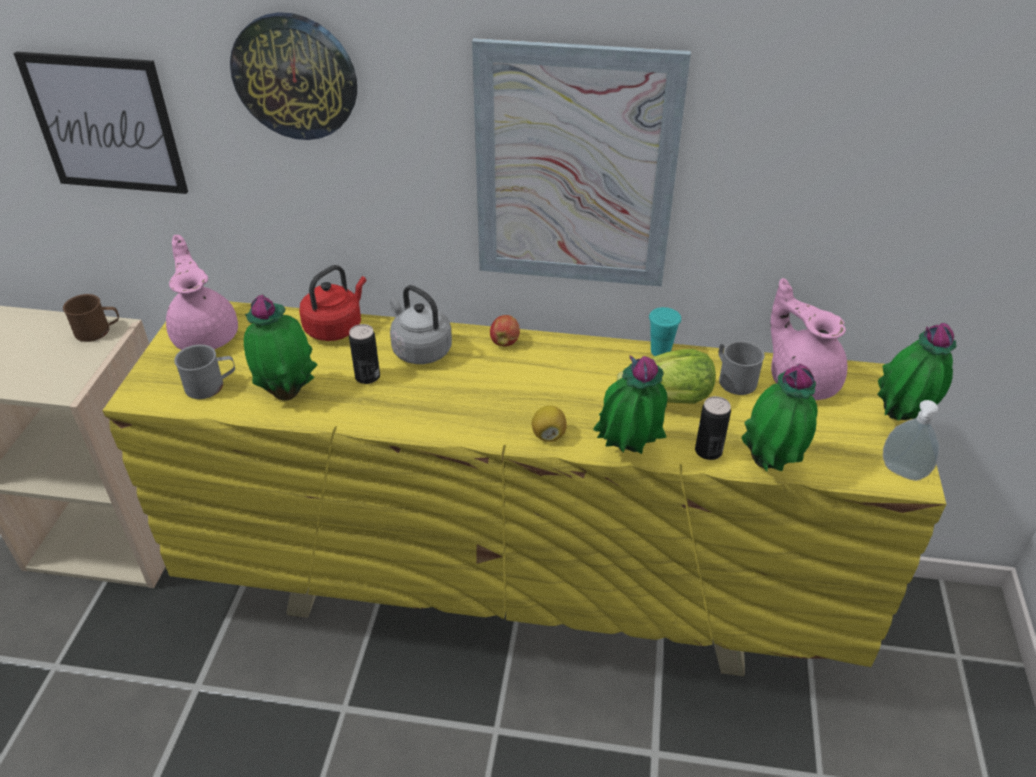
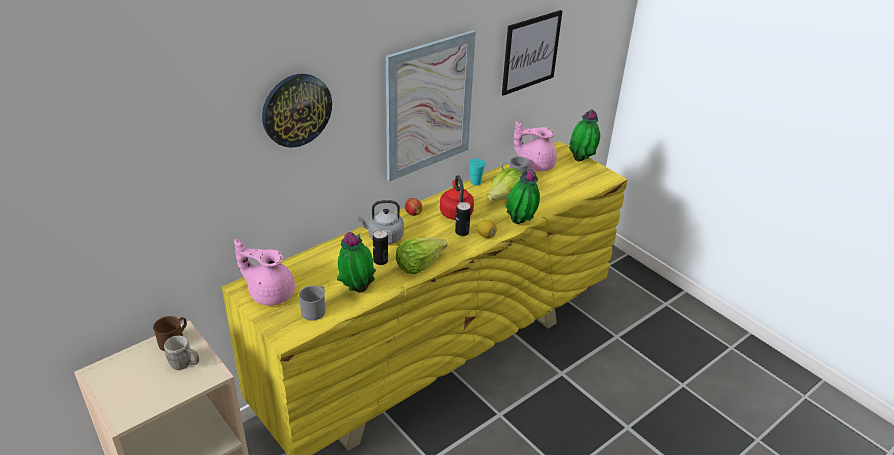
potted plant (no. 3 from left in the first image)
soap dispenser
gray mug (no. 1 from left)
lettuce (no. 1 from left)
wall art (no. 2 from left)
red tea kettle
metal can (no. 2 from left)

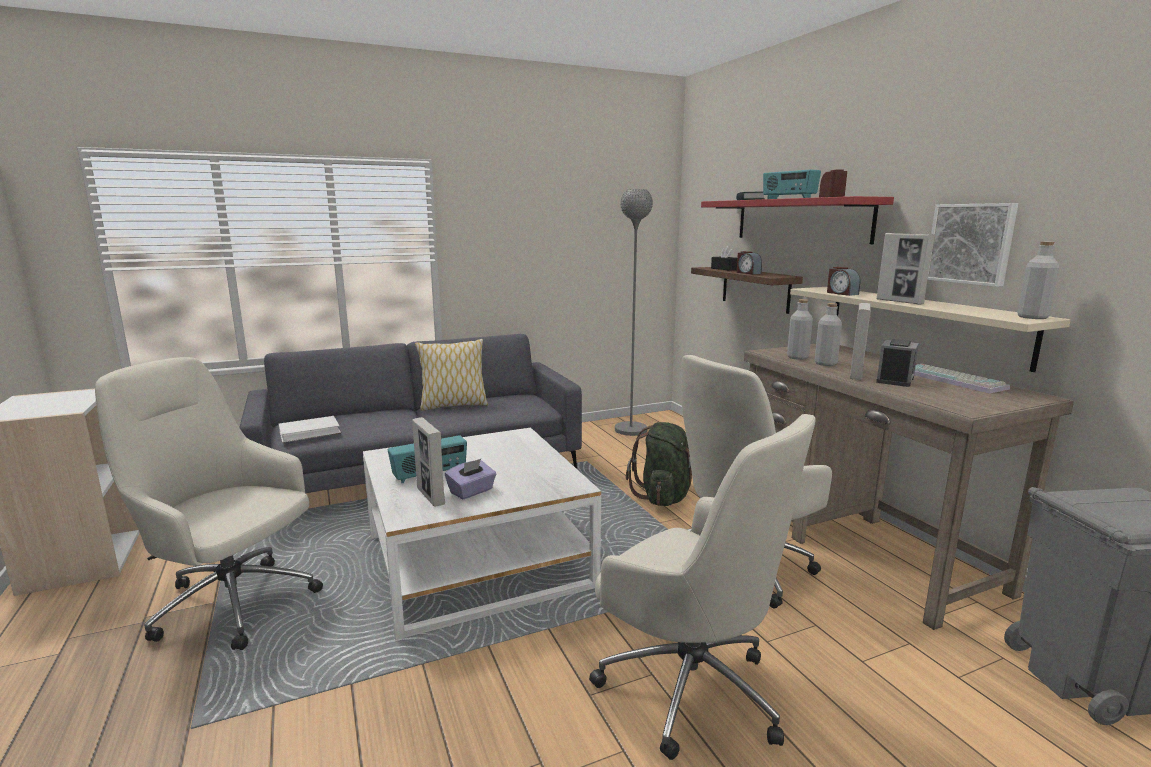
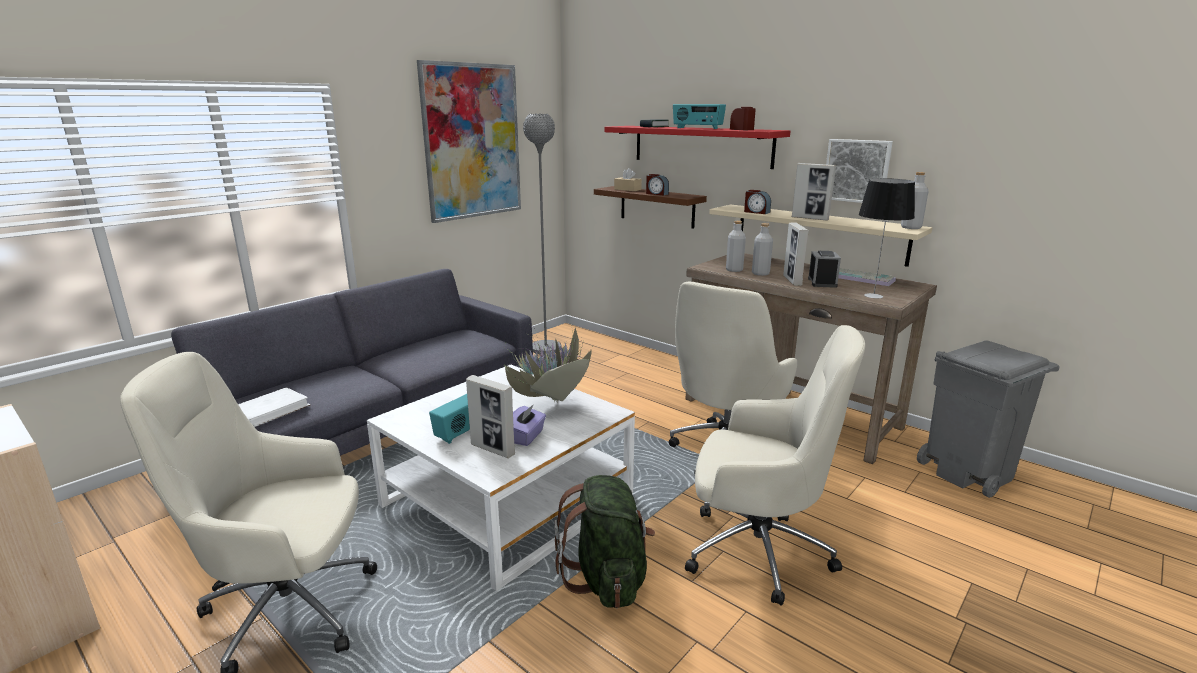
pillow
wall art (no. 1 from left)
potted plant
tabletop lamp
green rucksack
beige-coloured box of tissues

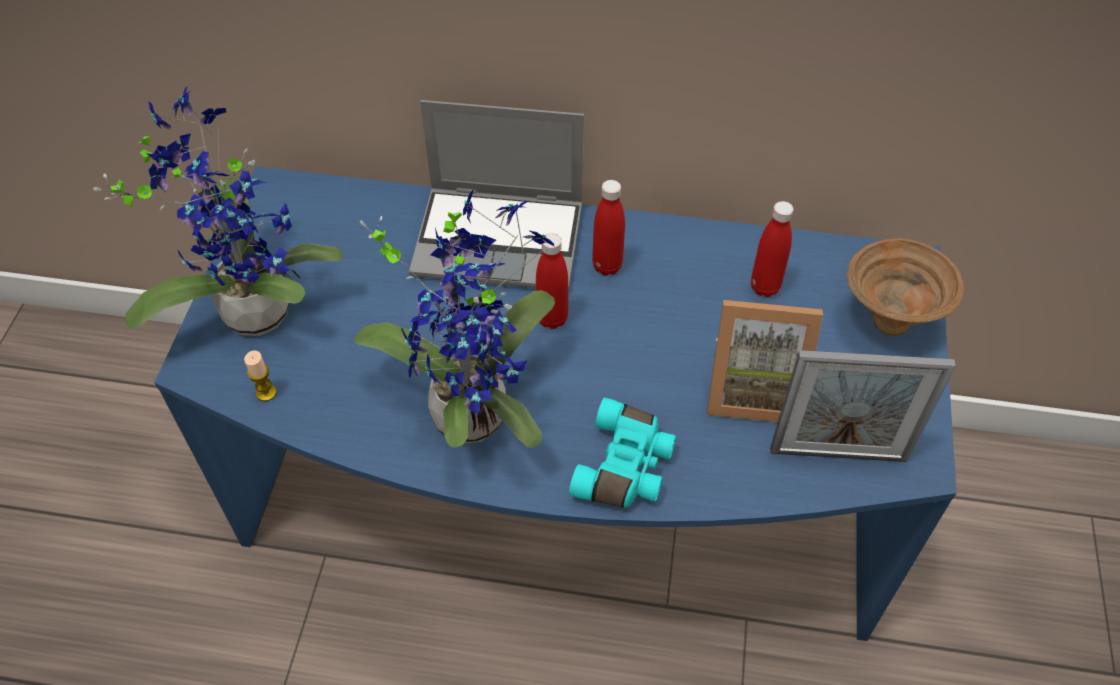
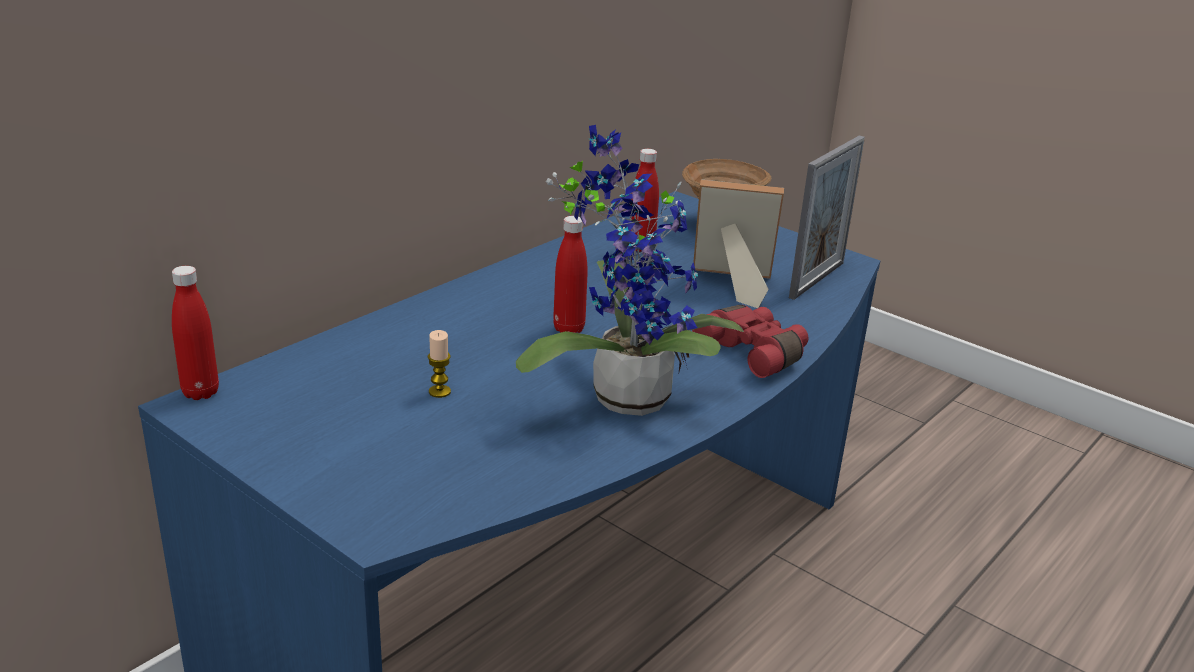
potted plant (no. 1 from left in the first image)
notebook computer
wax candle
red beverage bottle (no. 1 from left)
red binoculars
standing frame (no. 1 from left)

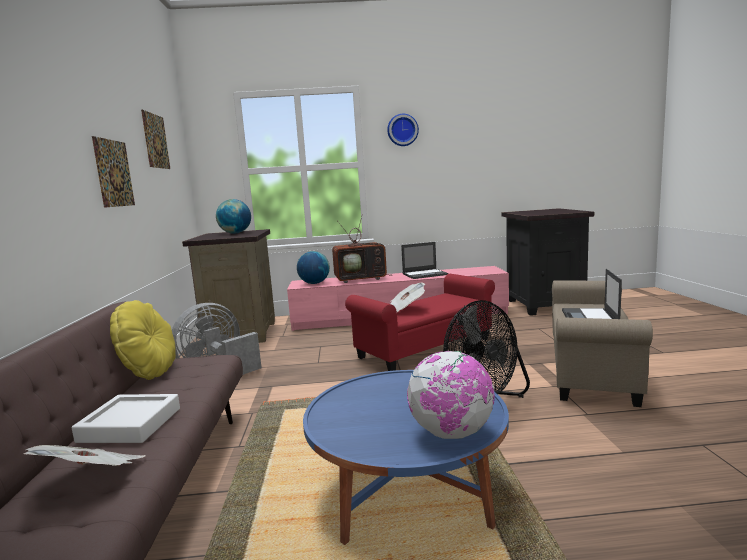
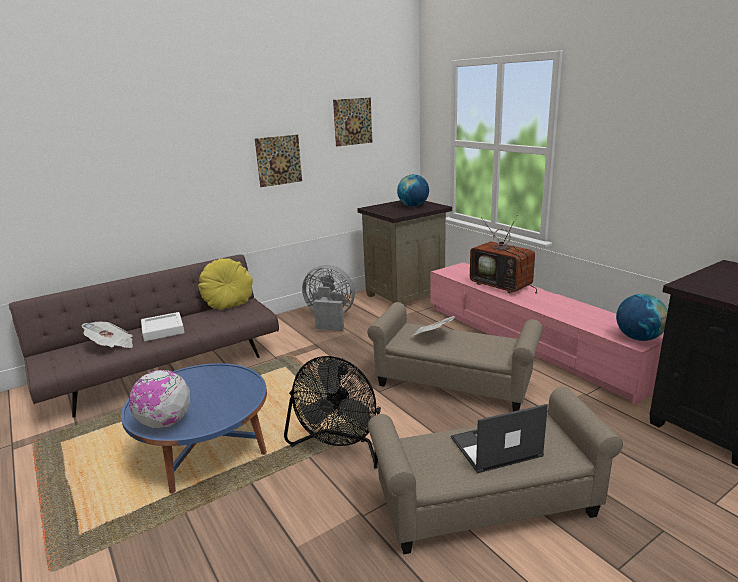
wall clock
notebook computer (no. 1 from left in the first image)
globe (no. 3 from left)
beige-coloured pouffe (no. 1 from left)

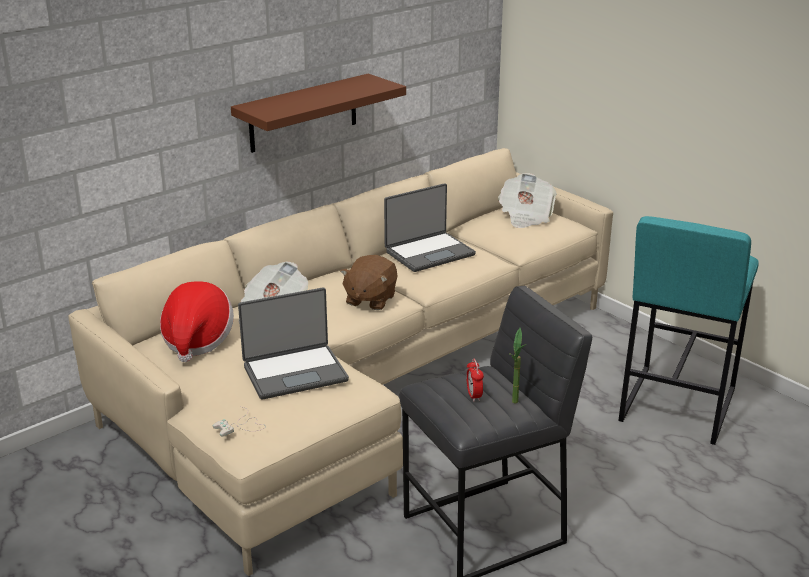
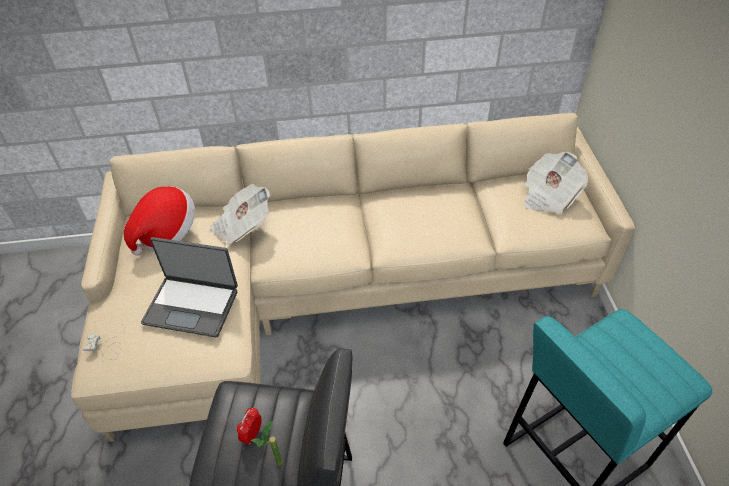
brown wall shelf
brown plush toy
notebook computer (no. 2 from left in the first image)

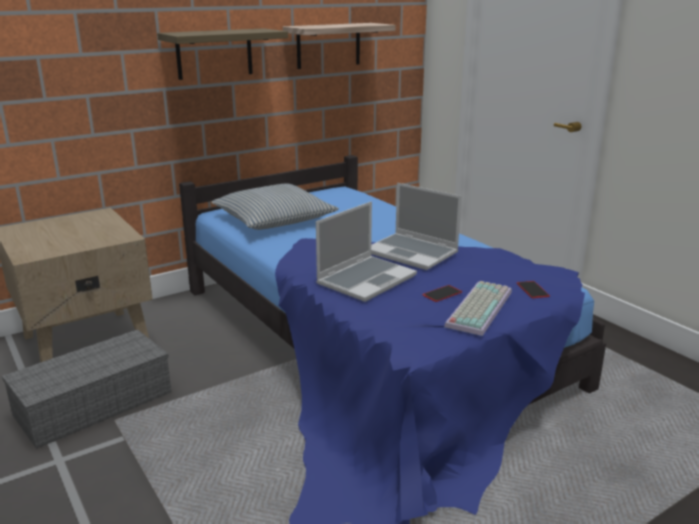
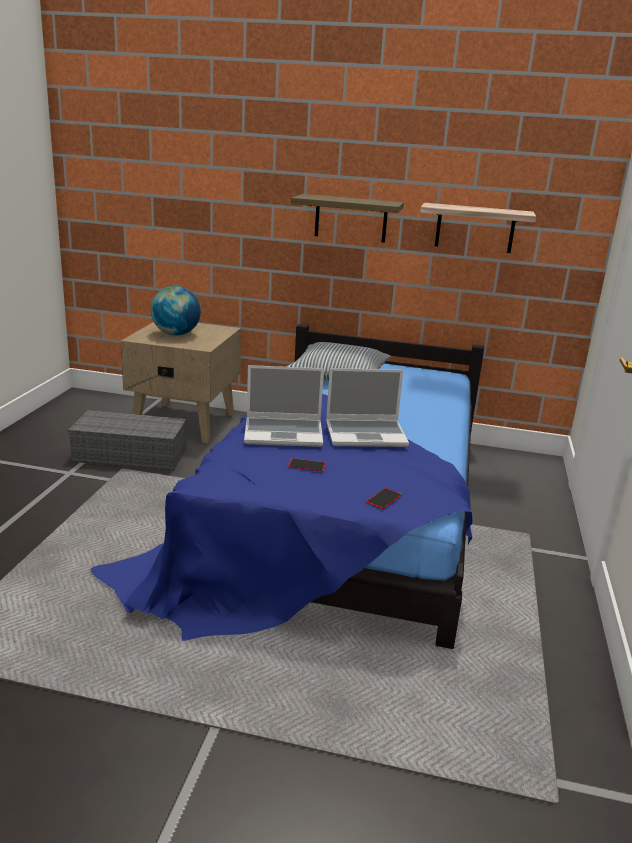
PC keyboard
globe
notebook computer (no. 2 from left)

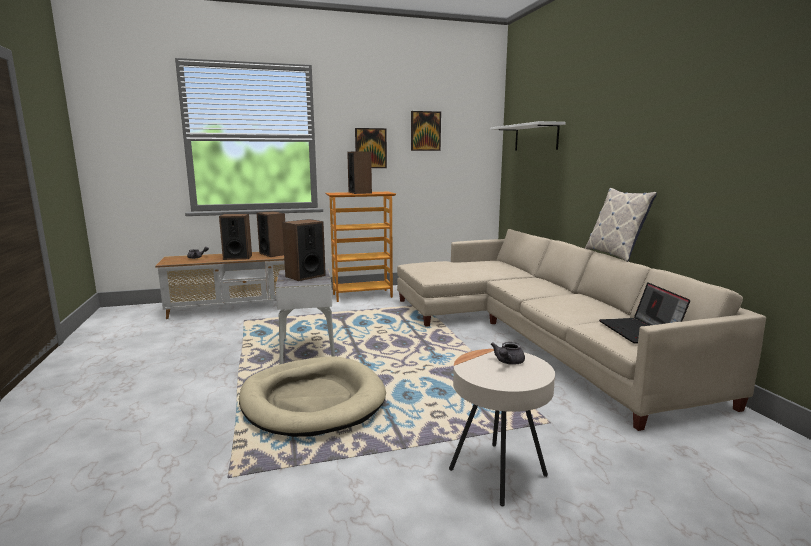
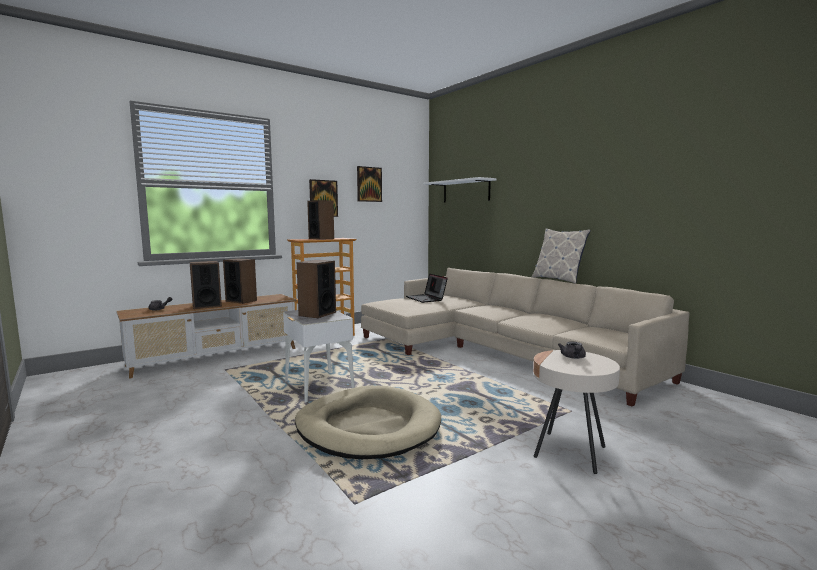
notebook computer

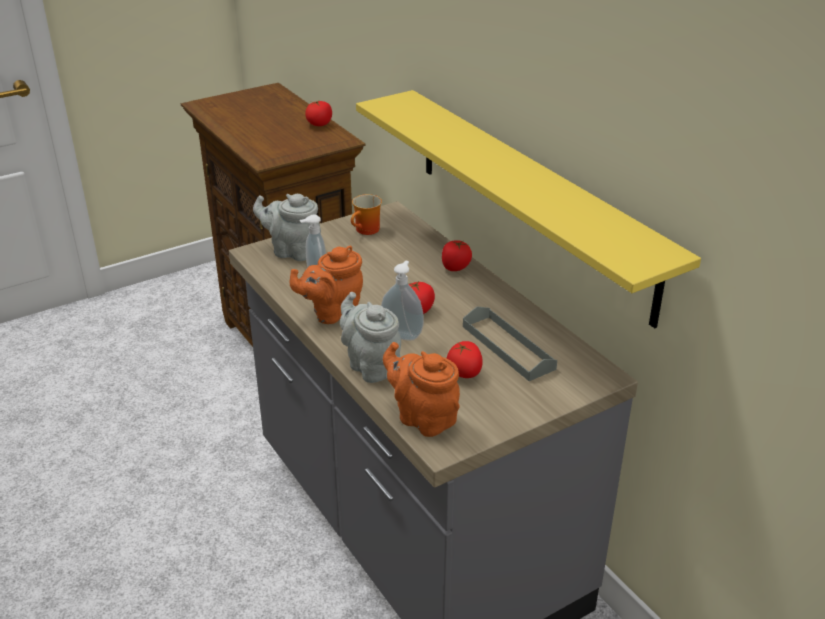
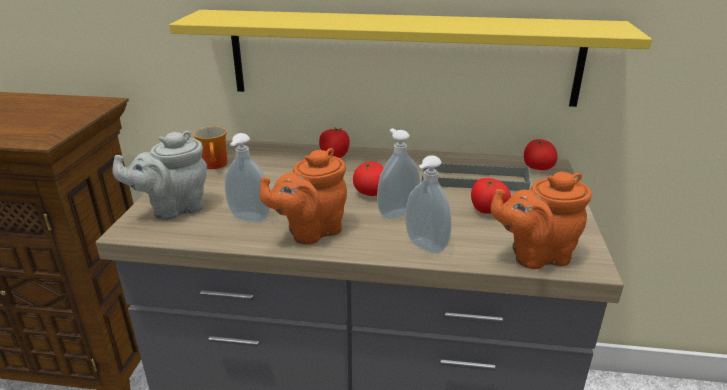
whole tomato (no. 4 from left)
soap dispenser (no. 3 from left)
orange teapot (no. 1 from left)

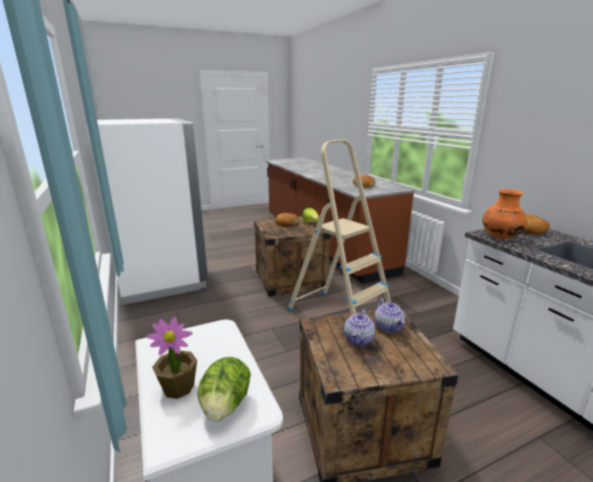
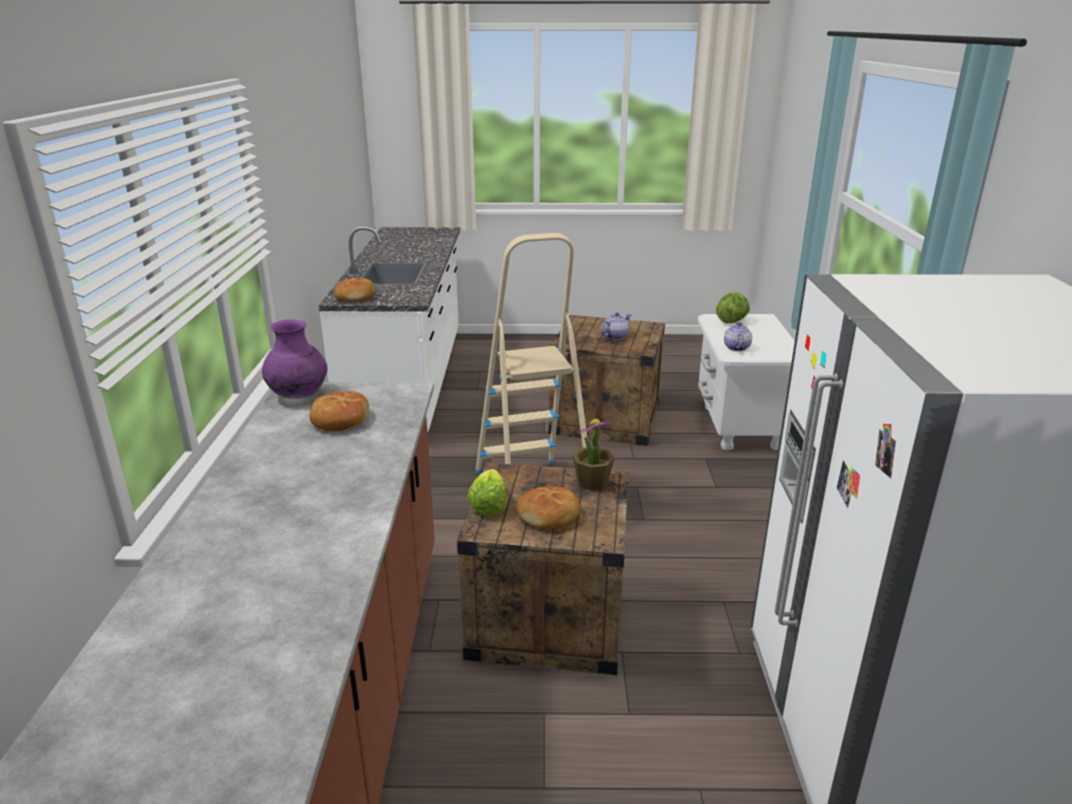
orange flower vase
purple flower vase
potted plant
teapot (no. 2 from left)

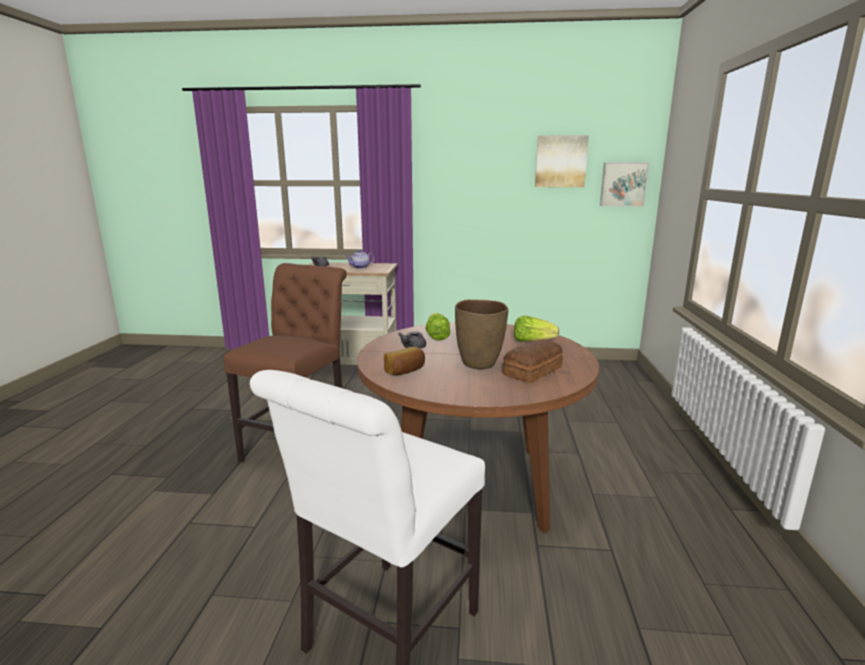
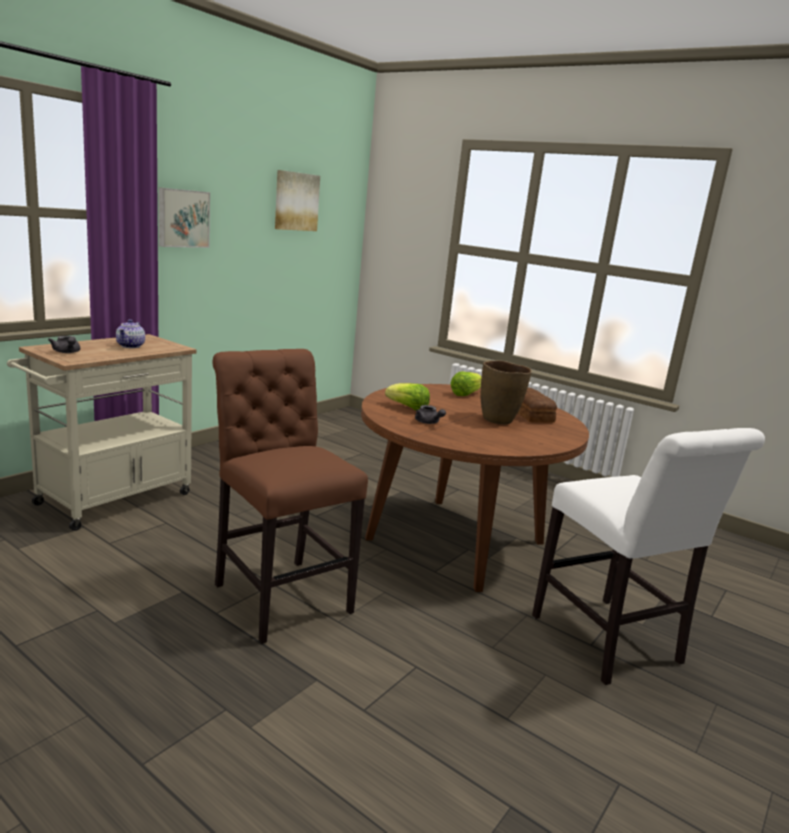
baked bread (no. 1 from left in the first image)
wall art (no. 1 from left)

